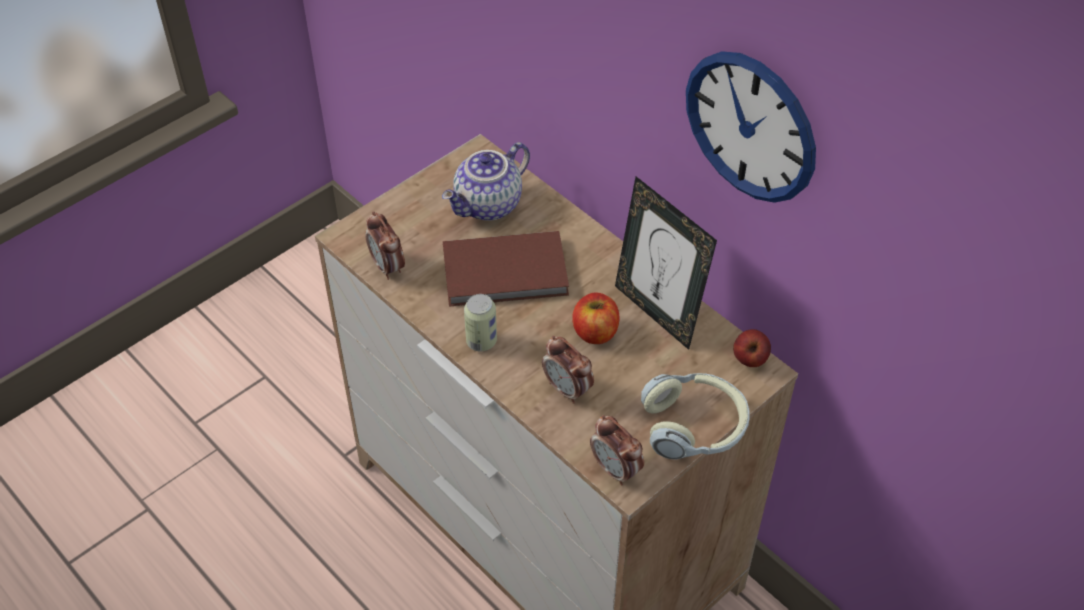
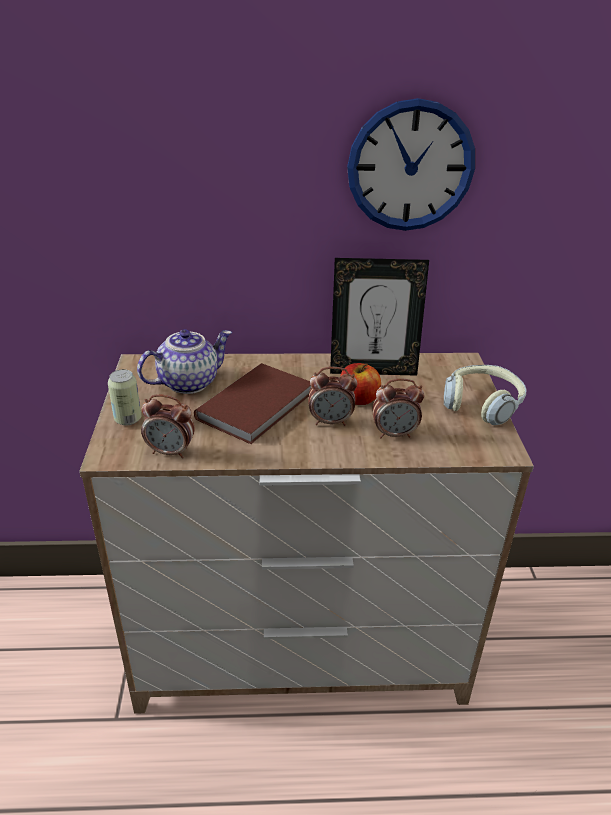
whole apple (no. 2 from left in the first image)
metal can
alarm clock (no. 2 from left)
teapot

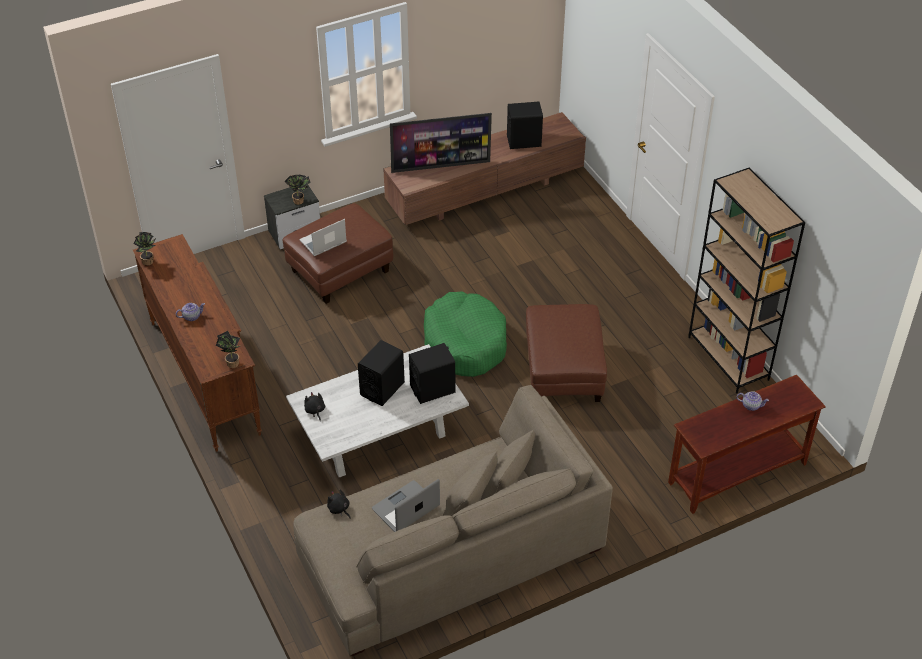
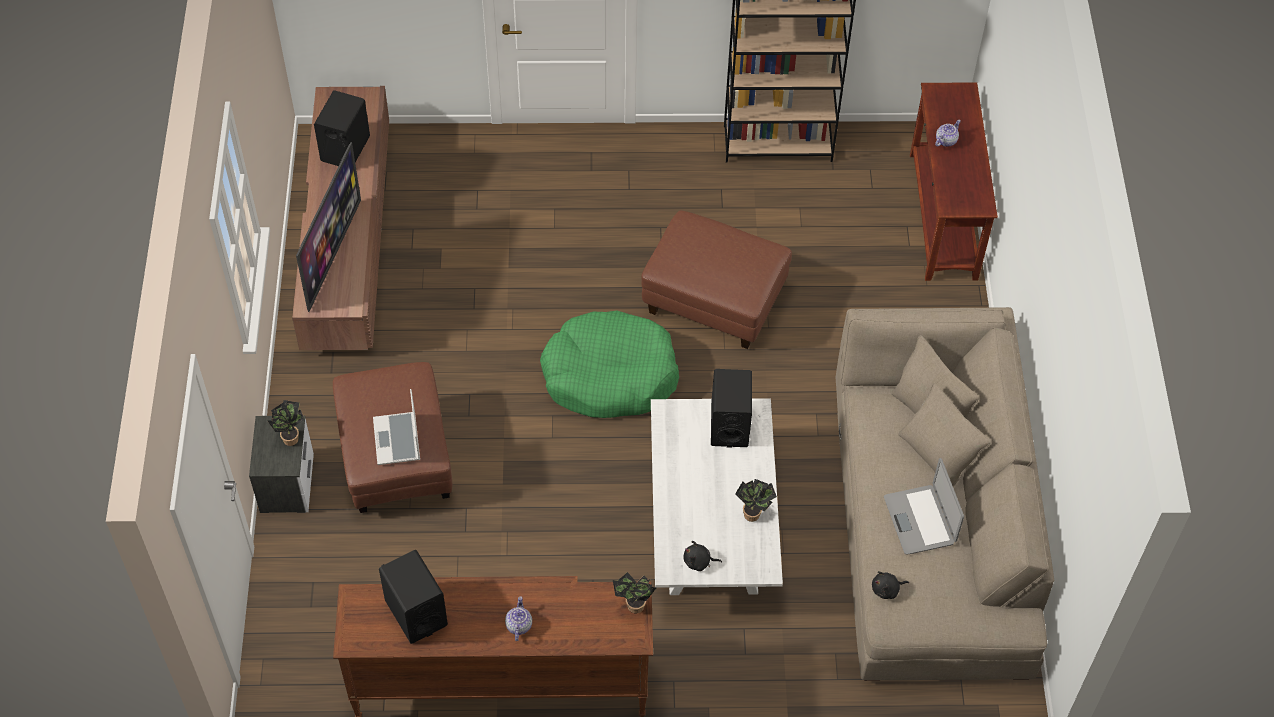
potted plant (no. 3 from left)
blackish speaker (no. 2 from left)

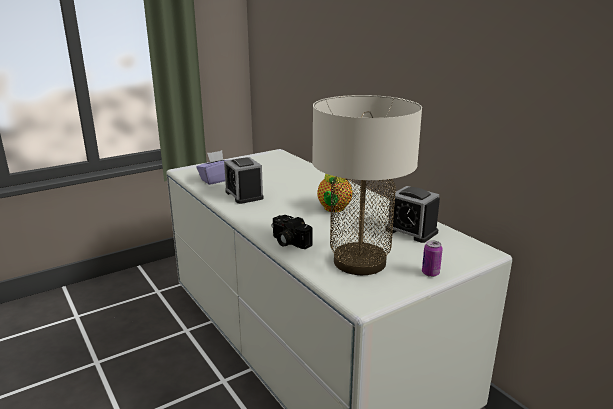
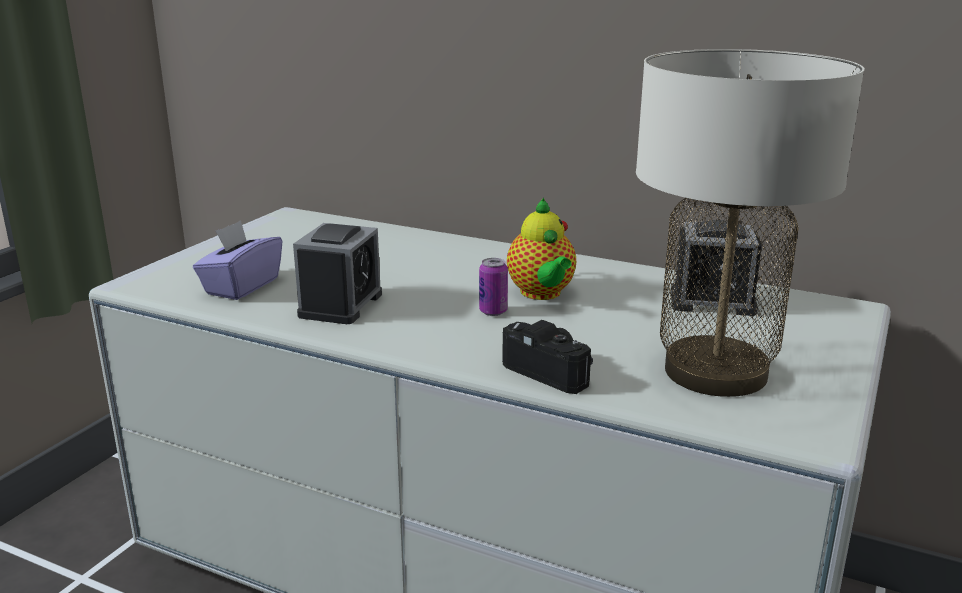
metal can
alarm clock (no. 1 from left)
photo camera

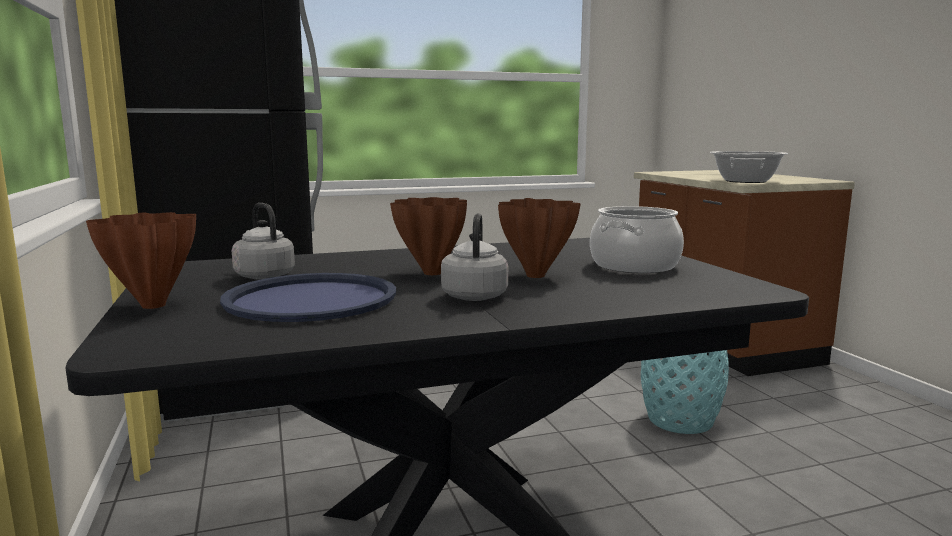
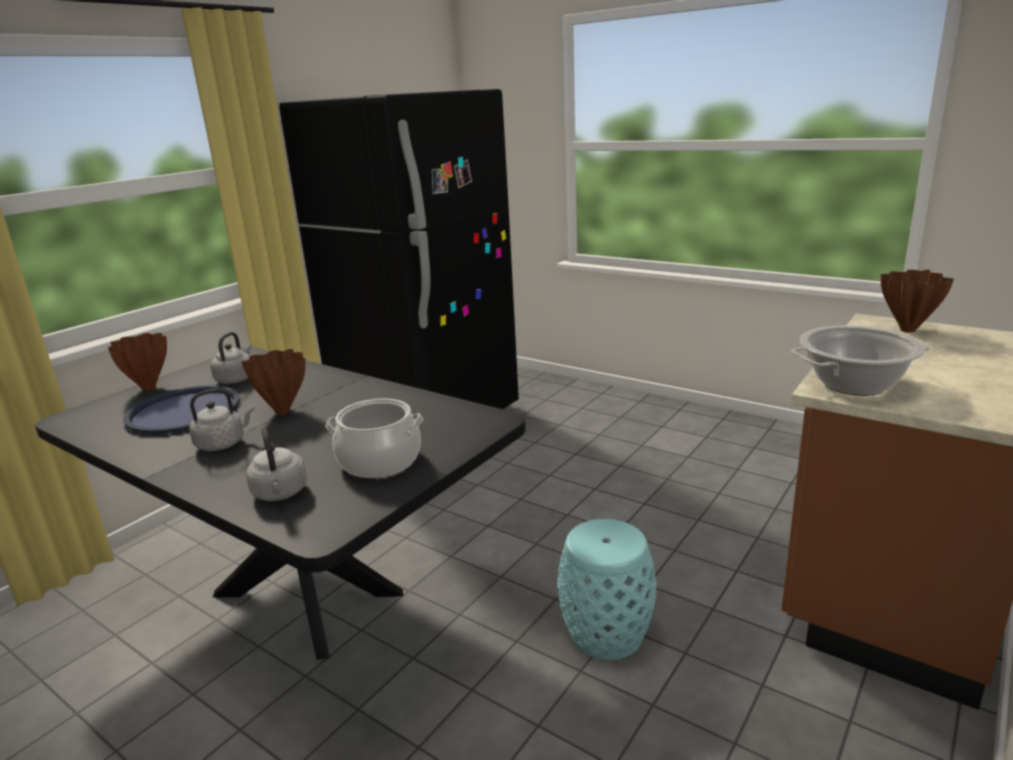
gray tea kettle (no. 3 from left)
brown flower vase (no. 3 from left)

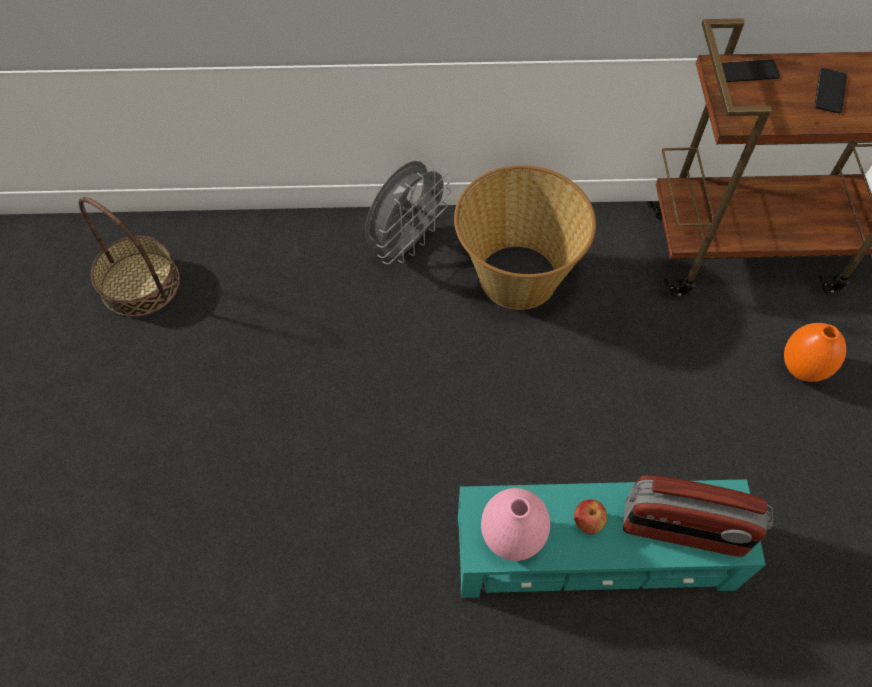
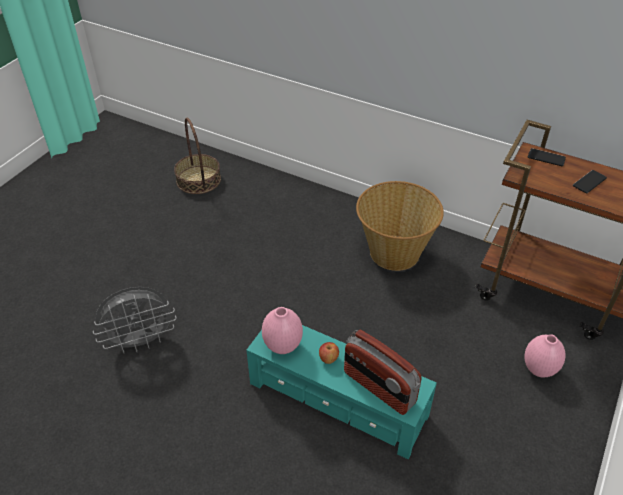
gray cooling fan
pinkish flower vase (no. 2 from left)

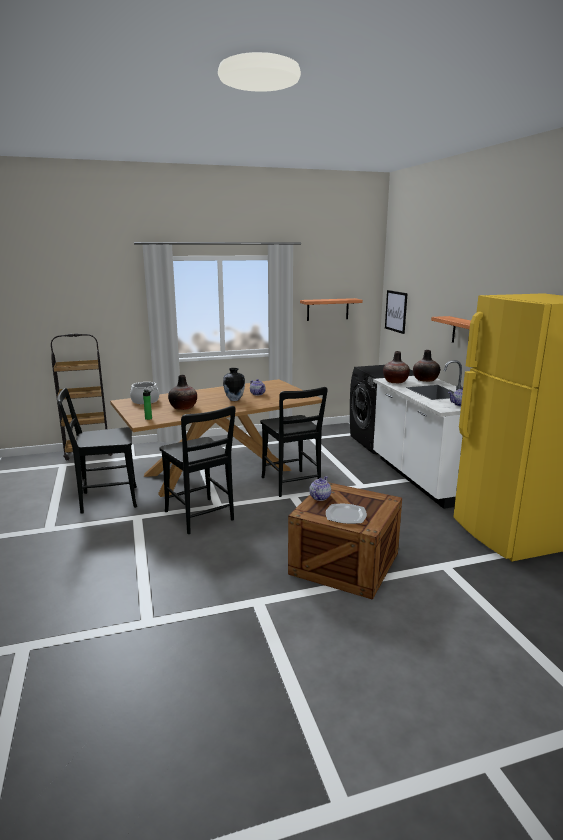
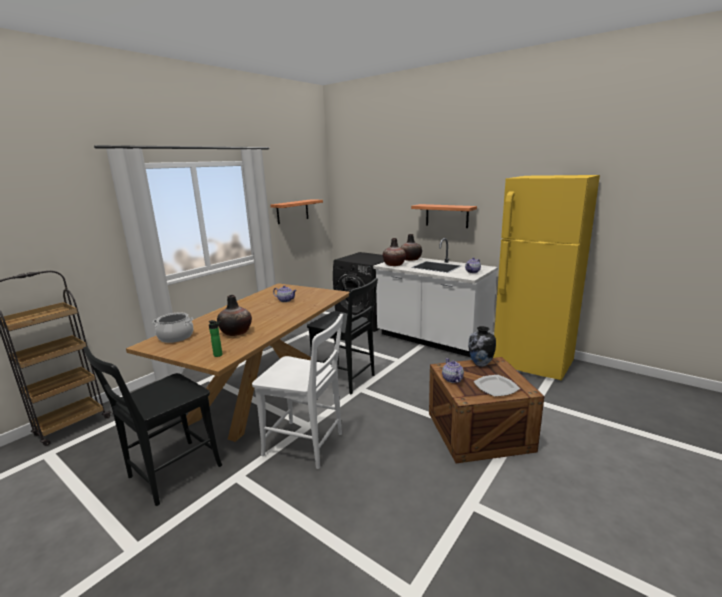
wall art
flower vase (no. 4 from left)
white plain chair

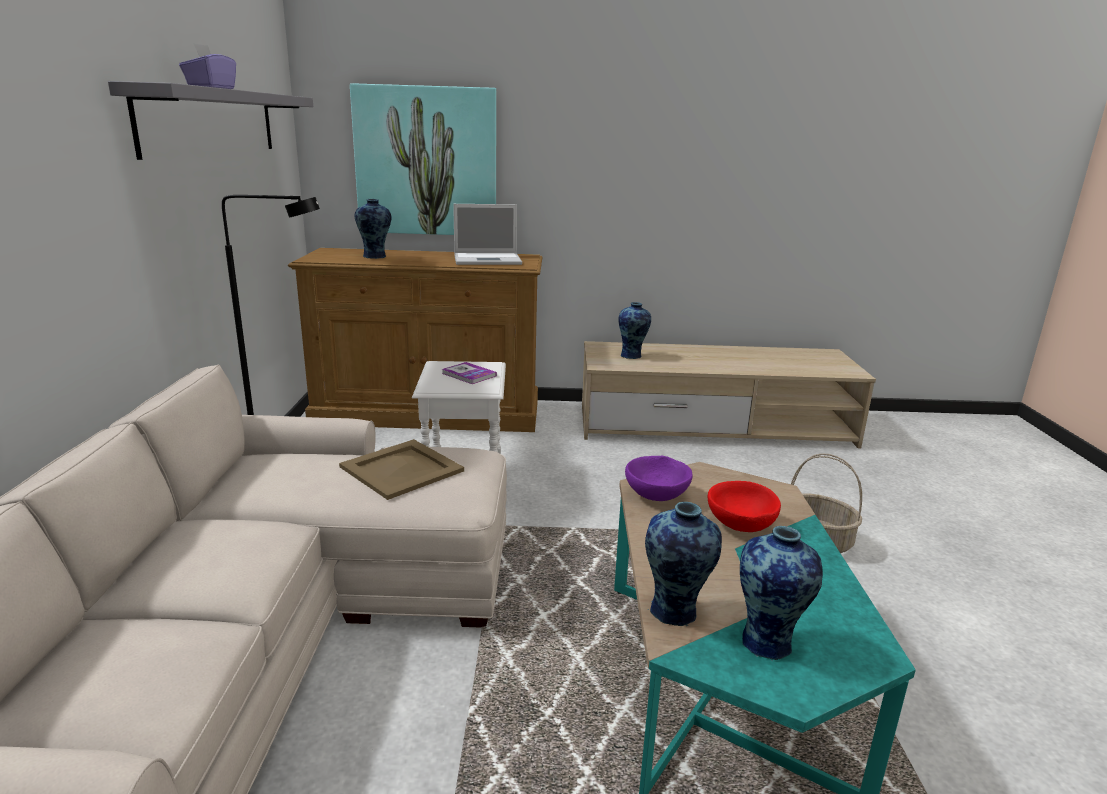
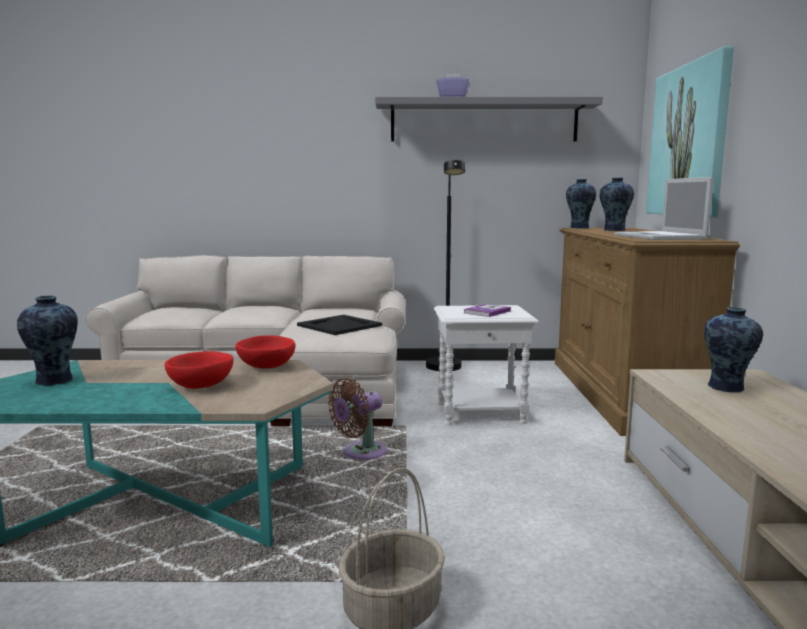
brown cooling fan
flower vase (no. 2 from left)
blackish carrying tray
red bowl (no. 2 from left)

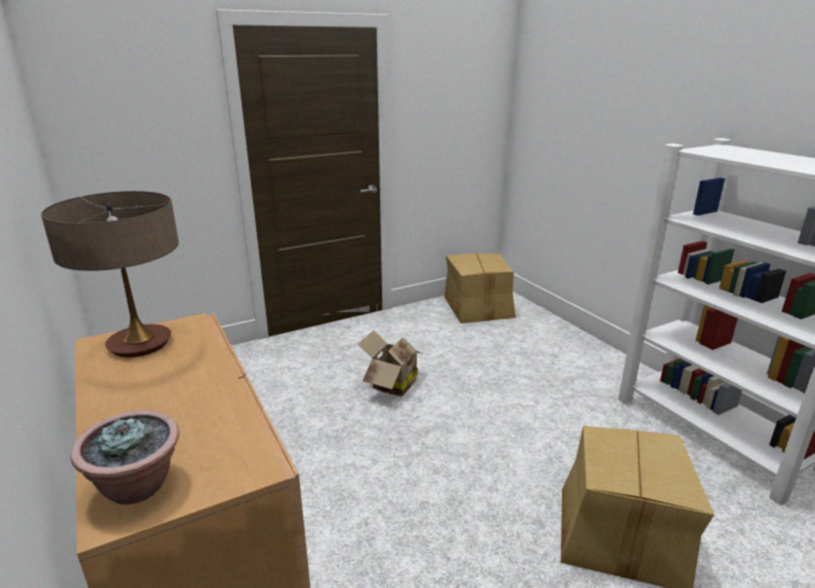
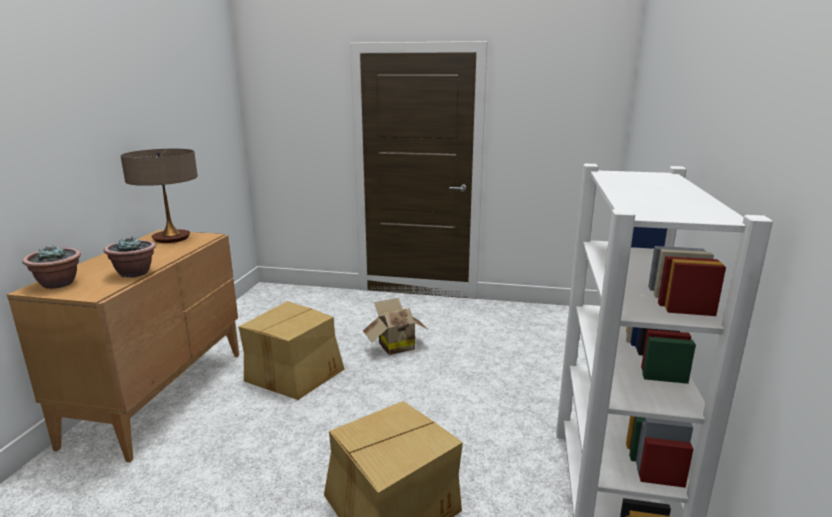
potted plant (no. 2 from left)
carton (no. 1 from left)

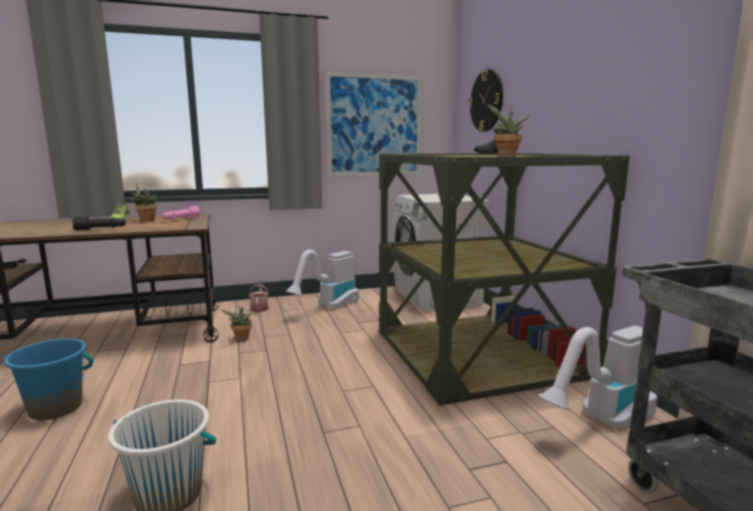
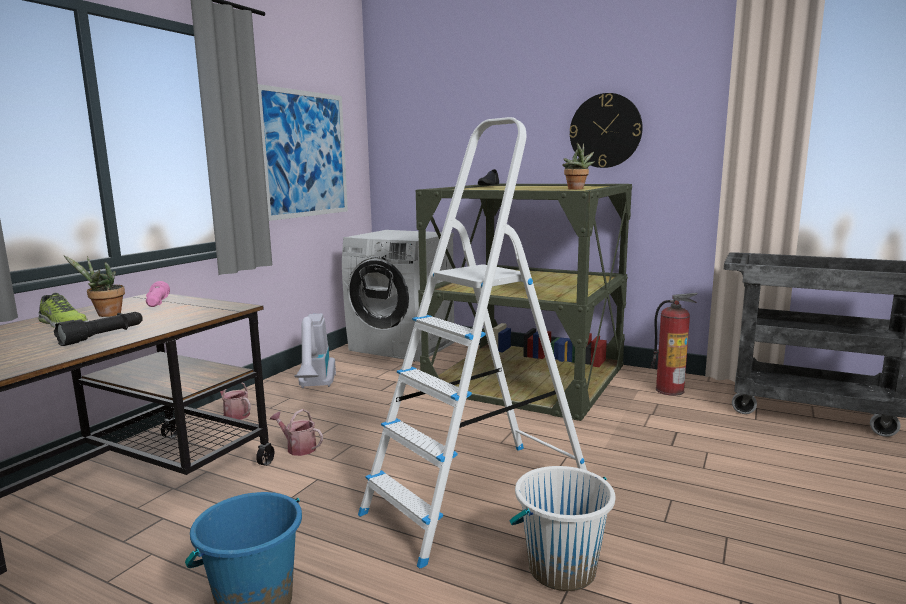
white step ladder
wall clock
watering can (no. 2 from left)
fire-fighting cylinder

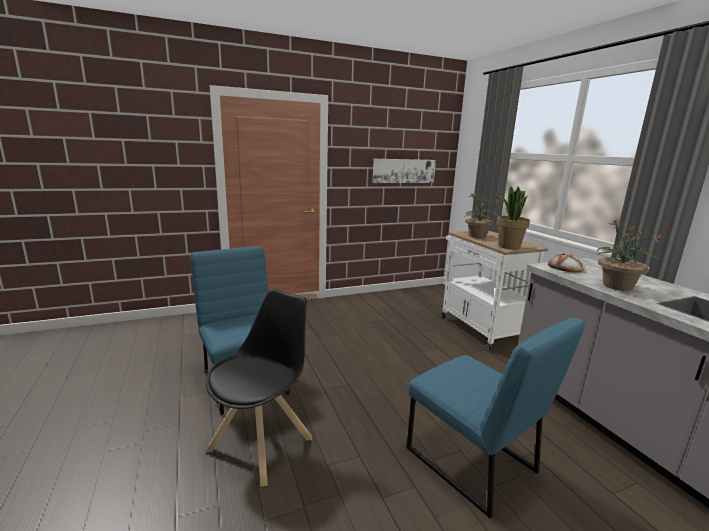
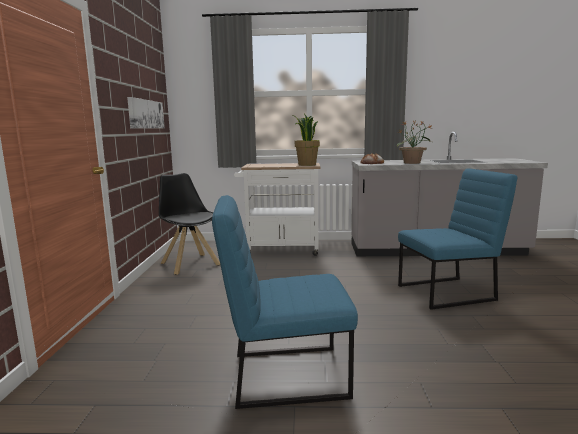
potted plant (no. 1 from left in the first image)
blackish plain chair

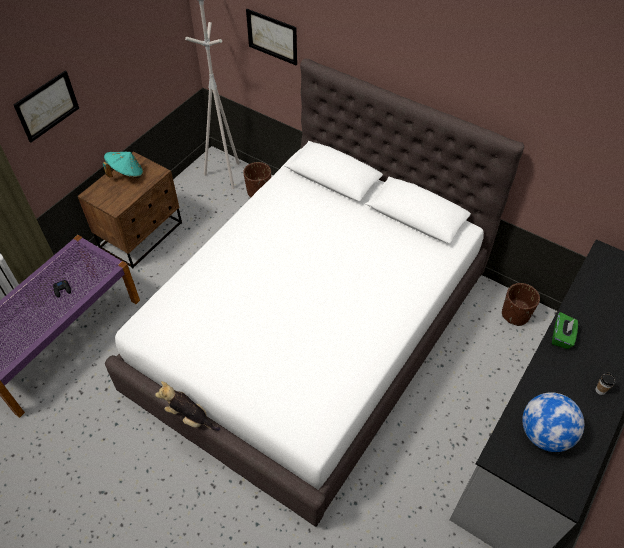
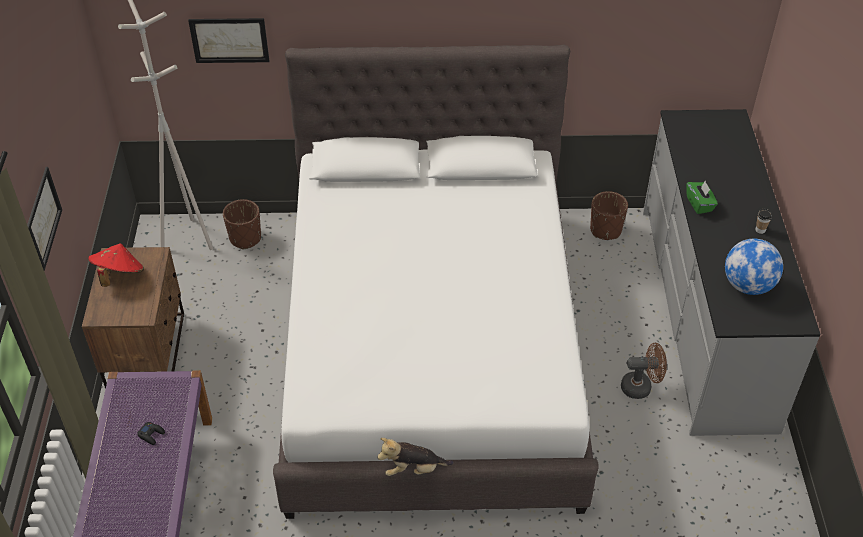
brown cooling fan
red wearable hat

